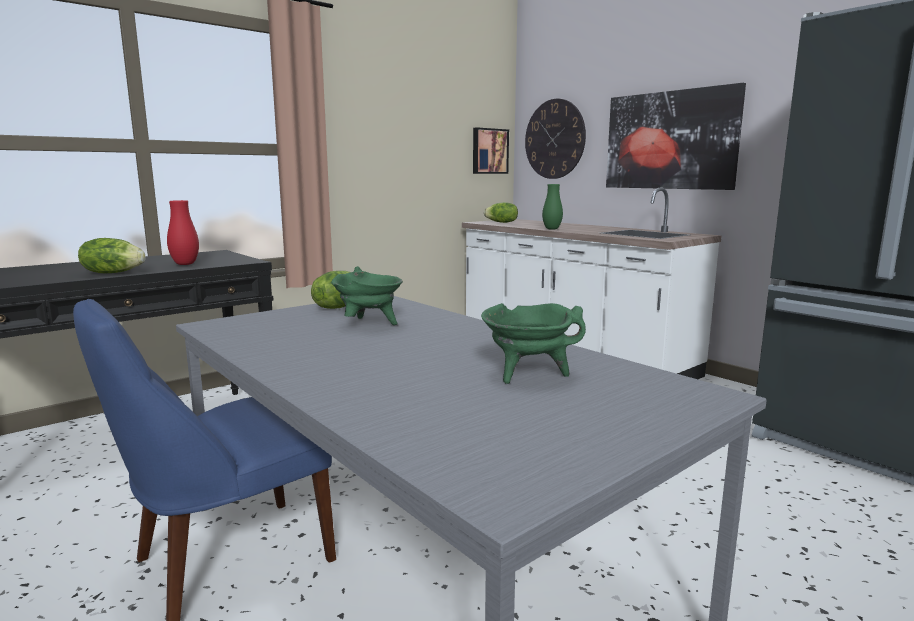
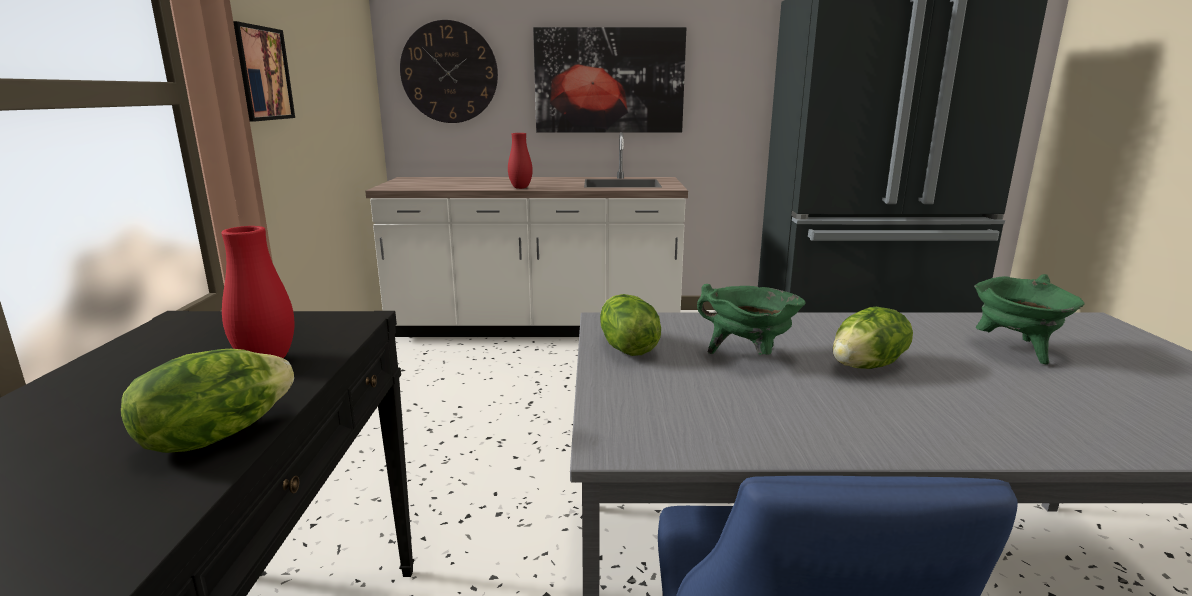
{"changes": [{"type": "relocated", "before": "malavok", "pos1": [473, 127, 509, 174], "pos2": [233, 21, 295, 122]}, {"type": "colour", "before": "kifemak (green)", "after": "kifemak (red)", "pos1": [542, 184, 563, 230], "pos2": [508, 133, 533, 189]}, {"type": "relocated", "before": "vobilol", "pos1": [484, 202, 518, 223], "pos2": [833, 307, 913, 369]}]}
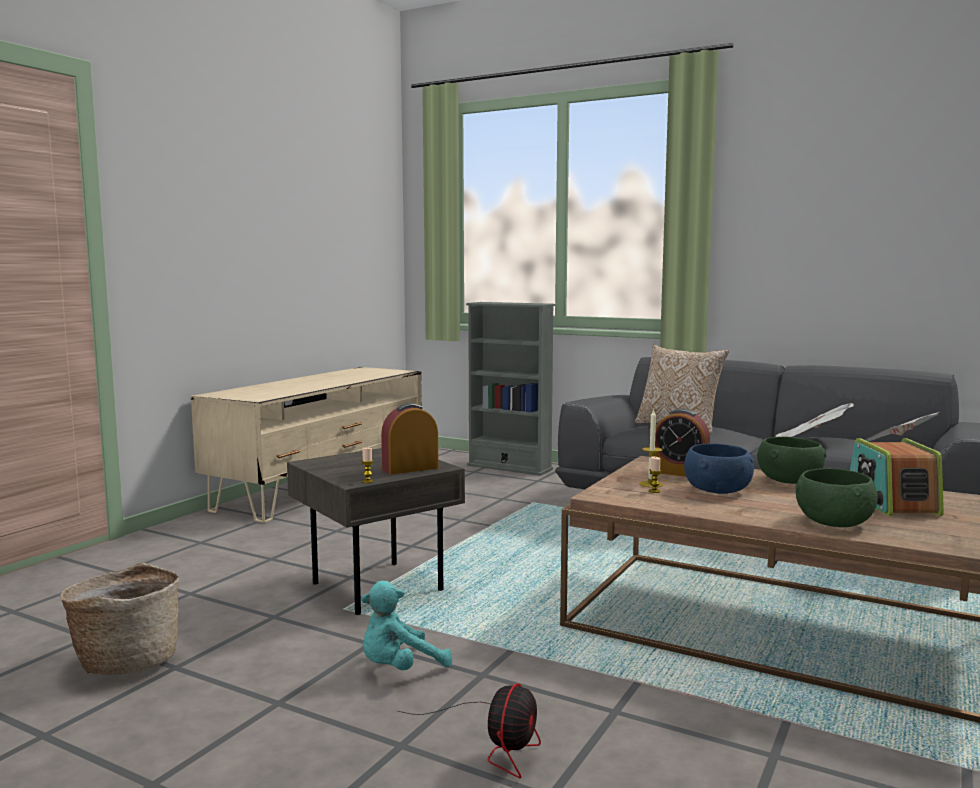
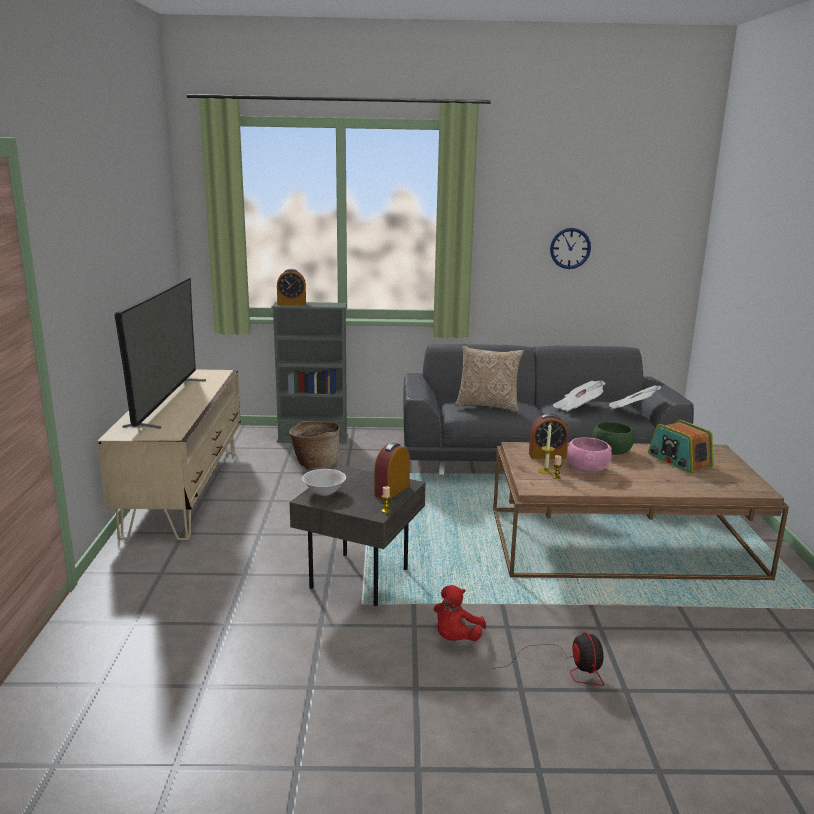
{"changes": [{"type": "appeared", "after": "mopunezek", "pos2": [115, 278, 206, 429]}, {"type": "appeared", "after": "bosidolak", "pos2": [277, 269, 306, 305]}, {"type": "relocated", "before": "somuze", "pos1": [60, 563, 180, 675], "pos2": [289, 421, 340, 470]}, {"type": "appeared", "after": "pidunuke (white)", "pos2": [302, 469, 346, 496]}, {"type": "colour", "before": "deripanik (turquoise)", "after": "deripanik (red)", "pos1": [361, 581, 452, 670], "pos2": [434, 585, 486, 641]}, {"type": "appeared", "after": "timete", "pos2": [550, 228, 591, 269]}, {"type": "colour", "before": "pidunuke (blue)", "after": "pidunuke (pink)", "pos1": [684, 444, 754, 494], "pos2": [567, 437, 612, 473]}, {"type": "missing", "before": "pidunuke (green)", "pos1": [795, 468, 878, 527]}]}
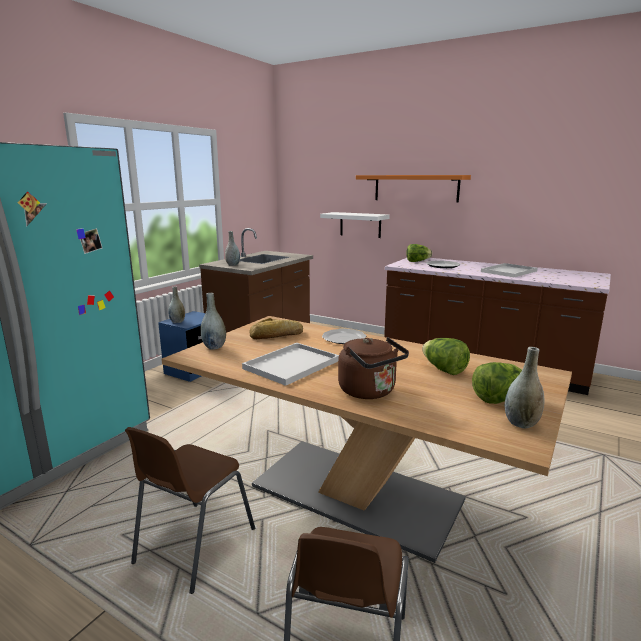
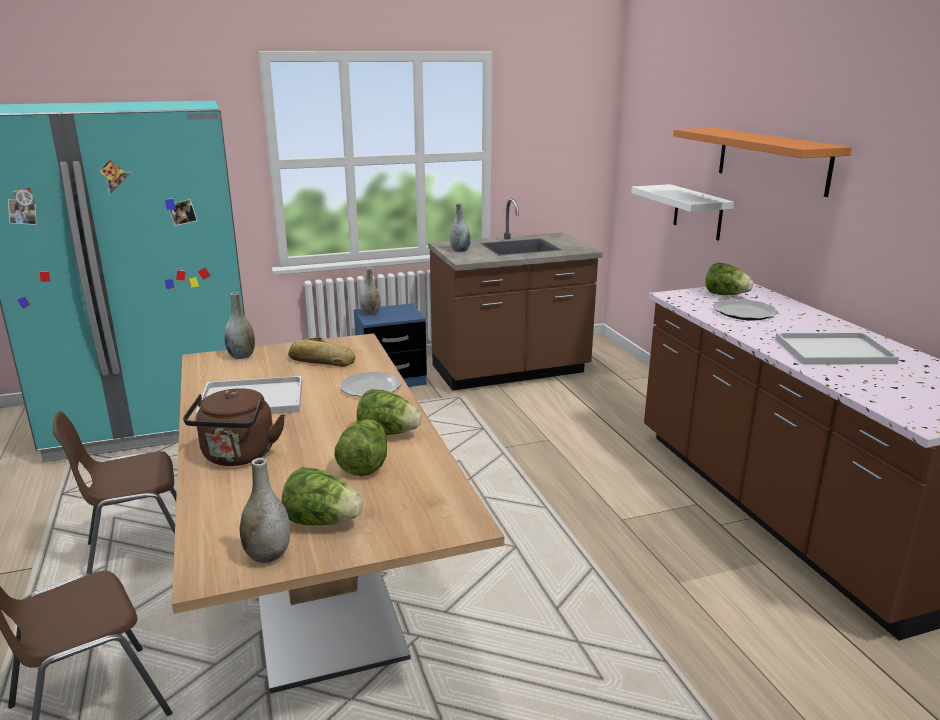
{"changes": [{"type": "appeared", "after": "vobilol", "pos2": [357, 389, 422, 435]}]}
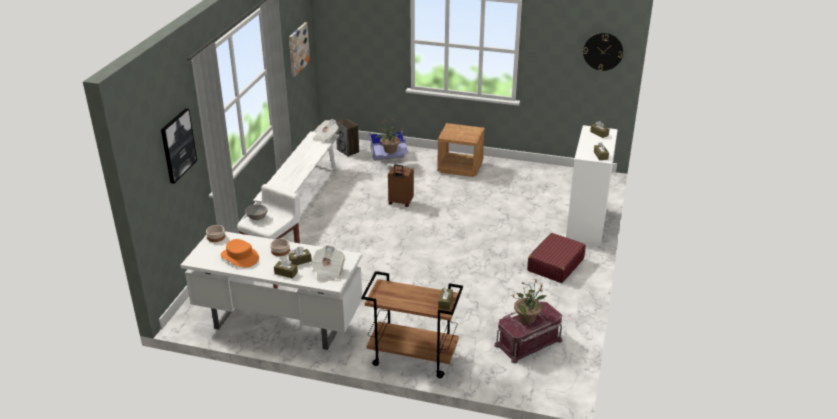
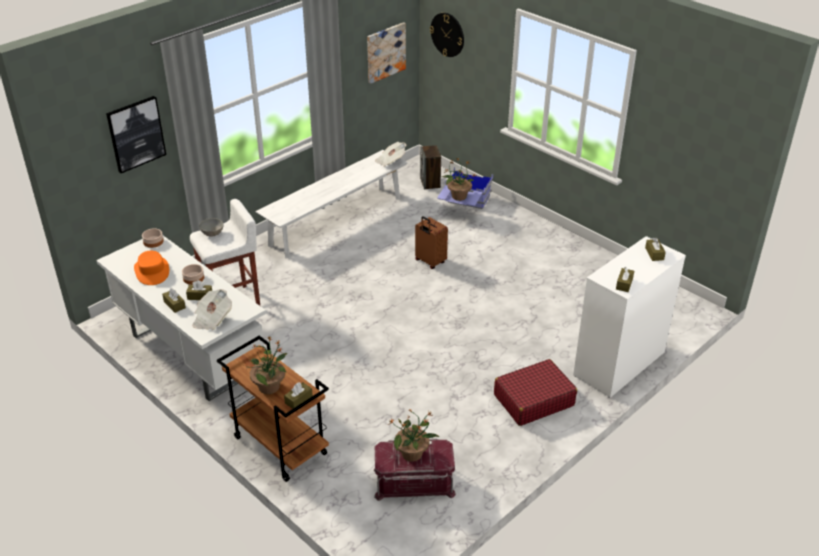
{"changes": [{"type": "appeared", "after": "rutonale", "pos2": [244, 336, 288, 394]}, {"type": "relocated", "before": "timete", "pos1": [583, 33, 623, 71], "pos2": [430, 13, 464, 57]}, {"type": "missing", "before": "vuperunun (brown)", "pos1": [437, 123, 485, 177]}]}
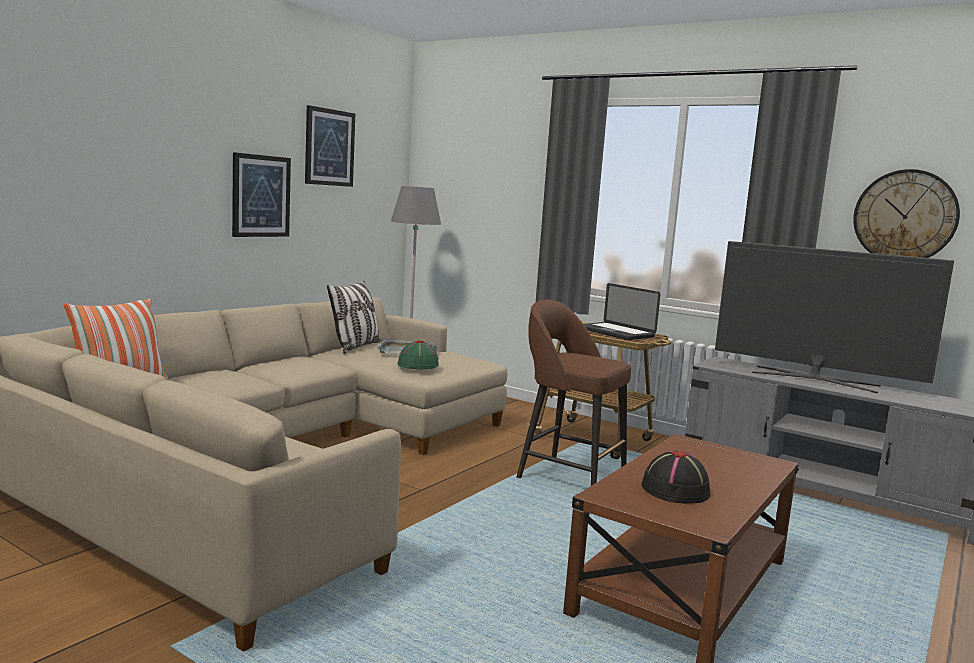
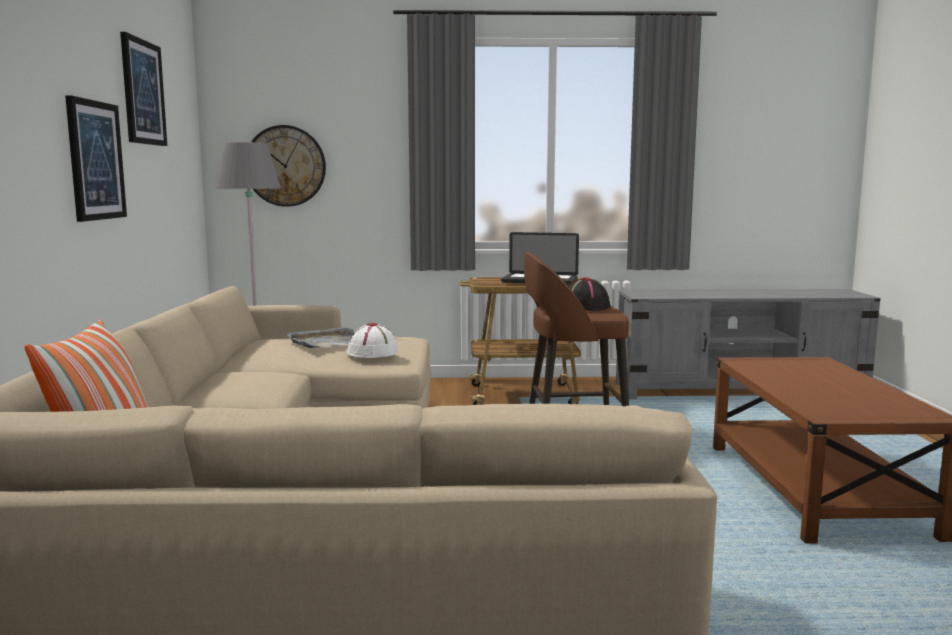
{"changes": [{"type": "relocated", "before": "timete", "pos1": [853, 169, 960, 258], "pos2": [251, 125, 326, 207]}, {"type": "colour", "before": "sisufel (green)", "after": "sisufel (white)", "pos1": [397, 341, 439, 369], "pos2": [347, 323, 398, 358]}, {"type": "relocated", "before": "sisufel (black)", "pos1": [641, 451, 711, 504], "pos2": [569, 278, 611, 311]}, {"type": "missing", "before": "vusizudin", "pos1": [327, 281, 381, 354]}, {"type": "missing", "before": "mopunezek", "pos1": [715, 241, 954, 393]}]}
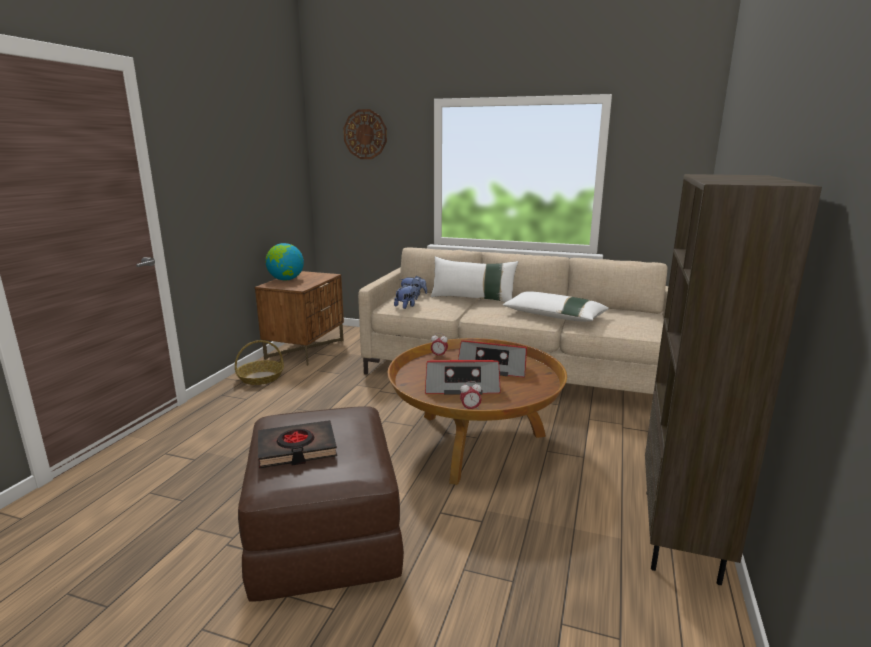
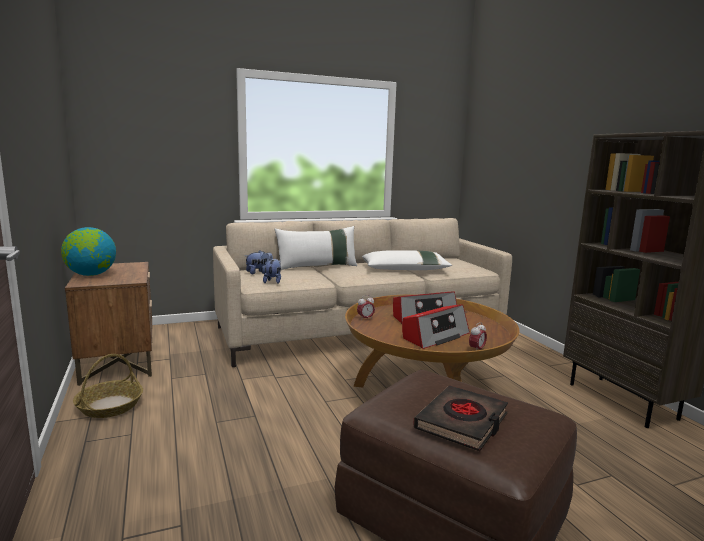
{"changes": [{"type": "missing", "before": "timete", "pos1": [343, 109, 387, 159]}]}
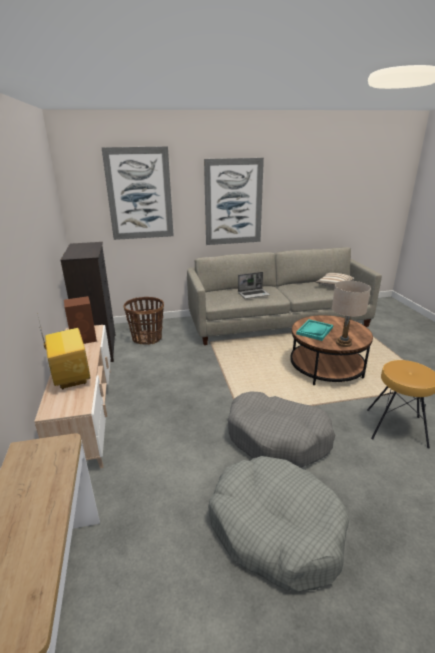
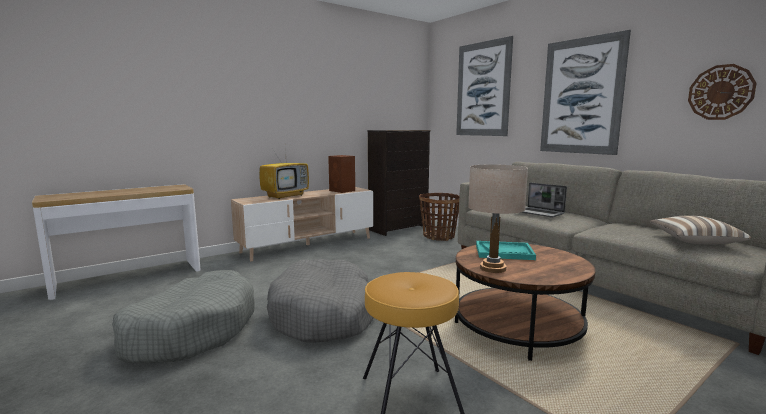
{"changes": [{"type": "appeared", "after": "timete", "pos2": [688, 64, 757, 120]}]}
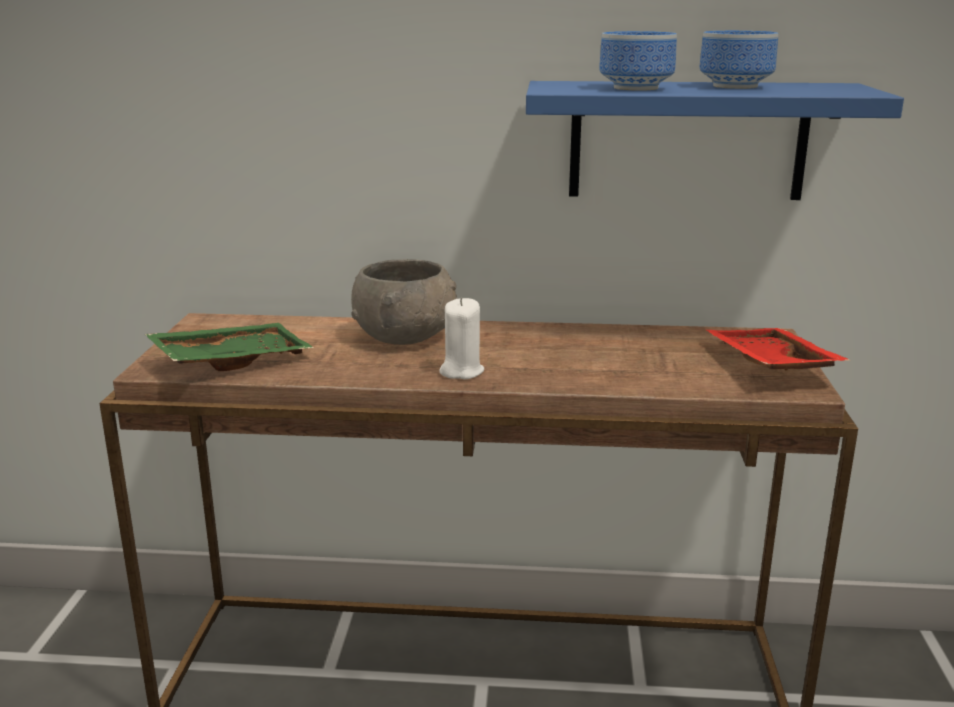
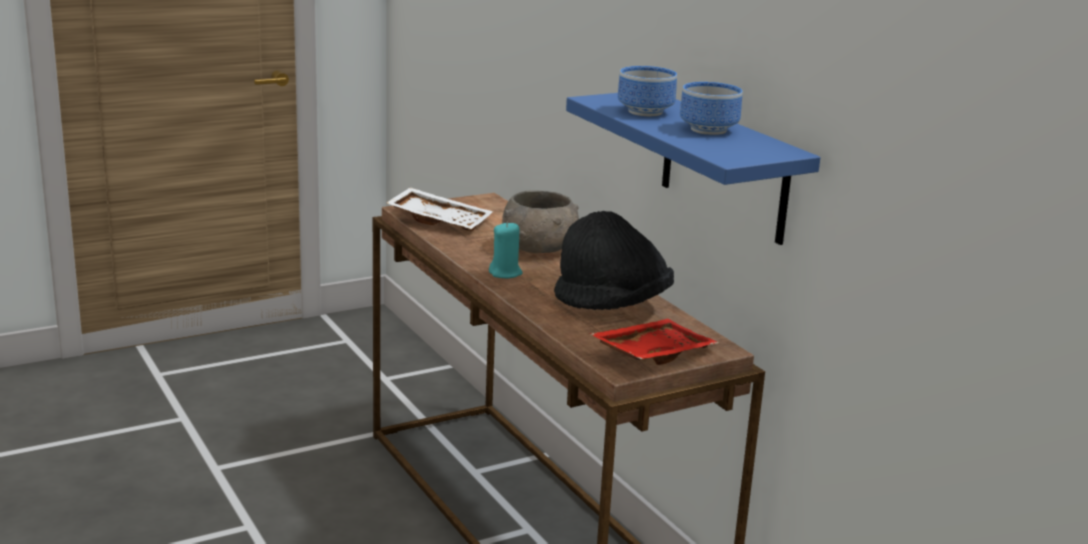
{"changes": [{"type": "colour", "before": "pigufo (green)", "after": "pigufo (white)", "pos1": [145, 323, 314, 371], "pos2": [387, 187, 493, 231]}, {"type": "colour", "before": "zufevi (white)", "after": "zufevi (turquoise)", "pos1": [439, 298, 484, 379], "pos2": [489, 222, 523, 278]}, {"type": "appeared", "after": "sisufel (black)", "pos2": [554, 211, 674, 310]}]}
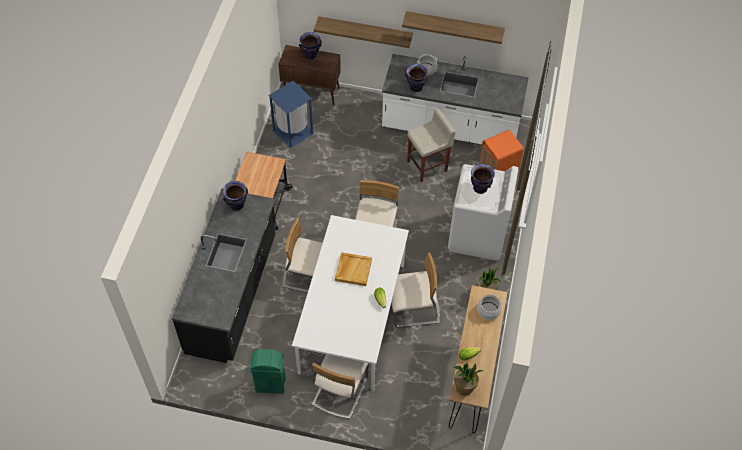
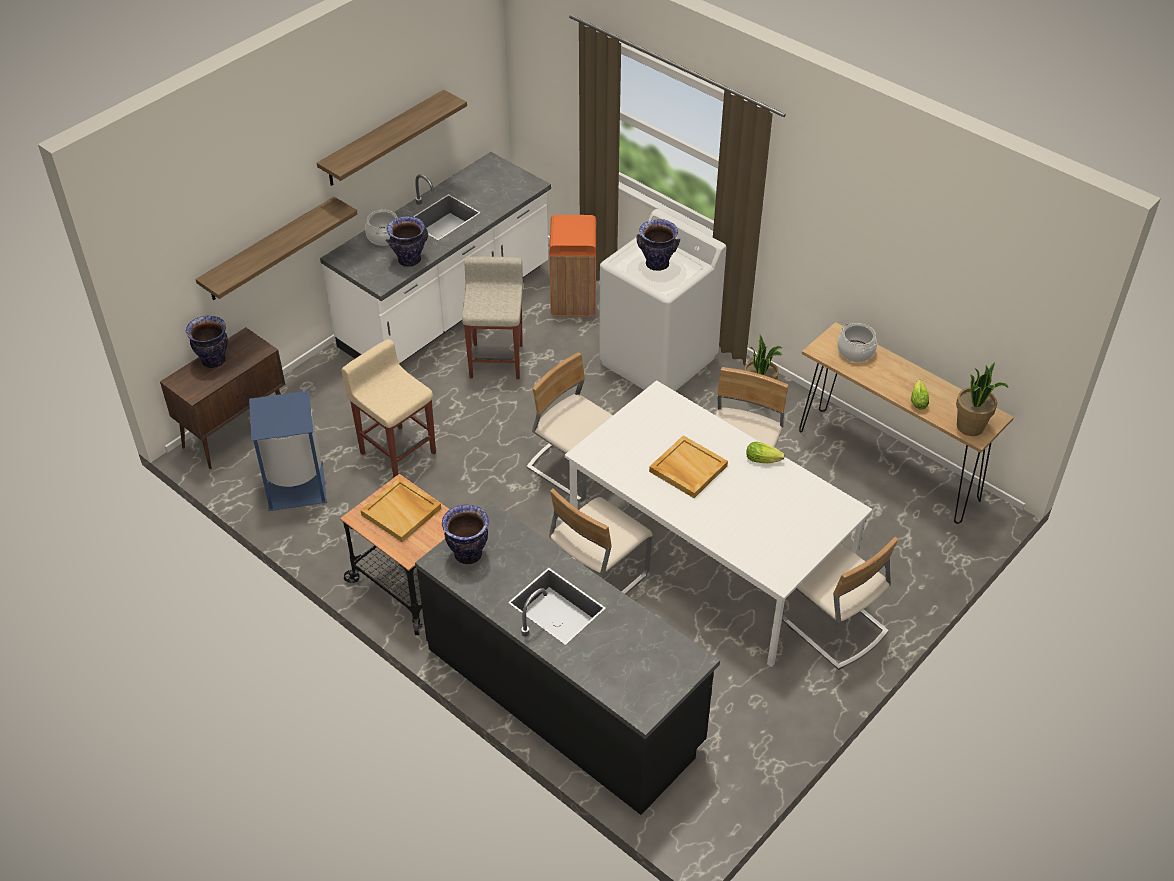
{"changes": [{"type": "appeared", "after": "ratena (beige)", "pos2": [341, 339, 436, 477]}, {"type": "appeared", "after": "pigufo (beige)", "pos2": [360, 478, 441, 542]}, {"type": "missing", "before": "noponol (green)", "pos1": [250, 349, 286, 394]}]}
